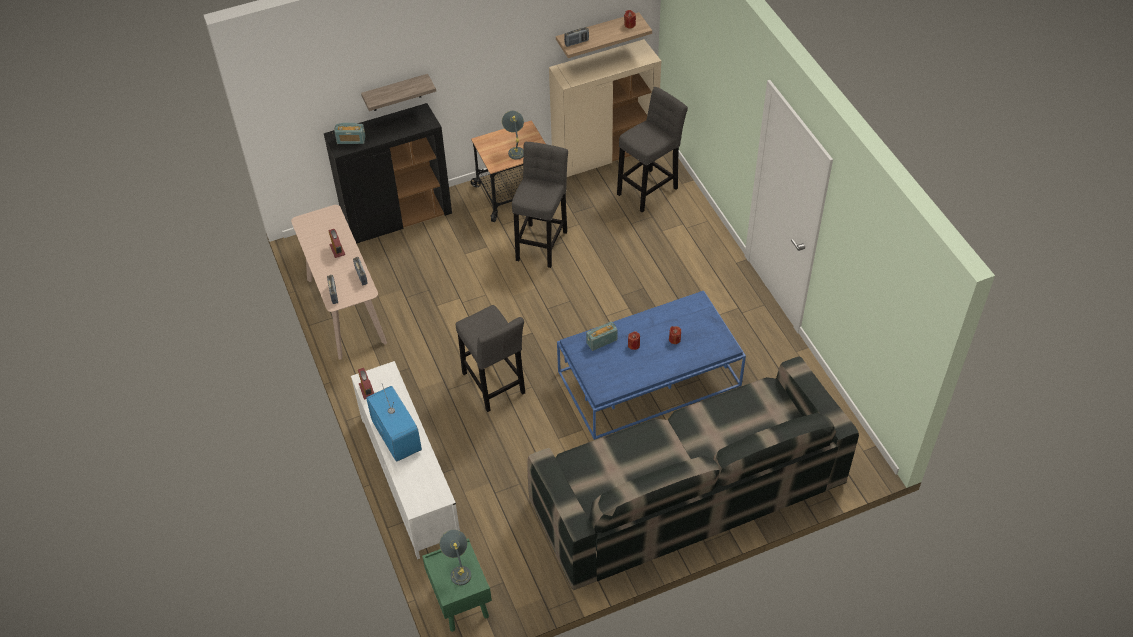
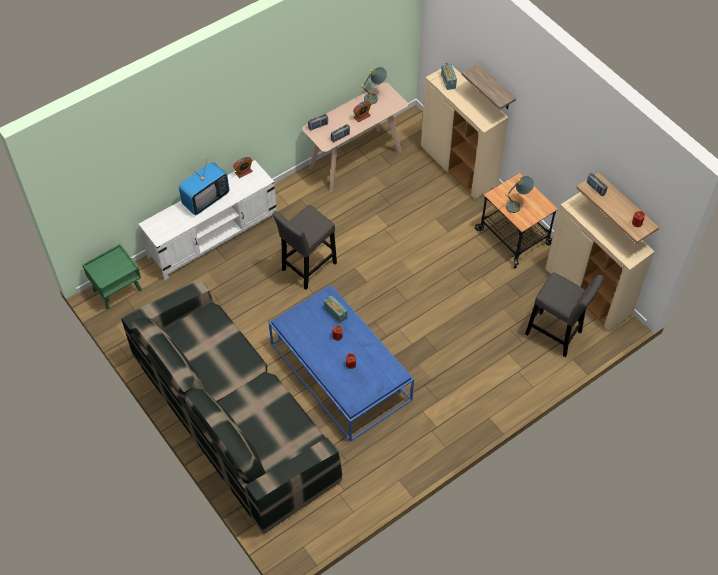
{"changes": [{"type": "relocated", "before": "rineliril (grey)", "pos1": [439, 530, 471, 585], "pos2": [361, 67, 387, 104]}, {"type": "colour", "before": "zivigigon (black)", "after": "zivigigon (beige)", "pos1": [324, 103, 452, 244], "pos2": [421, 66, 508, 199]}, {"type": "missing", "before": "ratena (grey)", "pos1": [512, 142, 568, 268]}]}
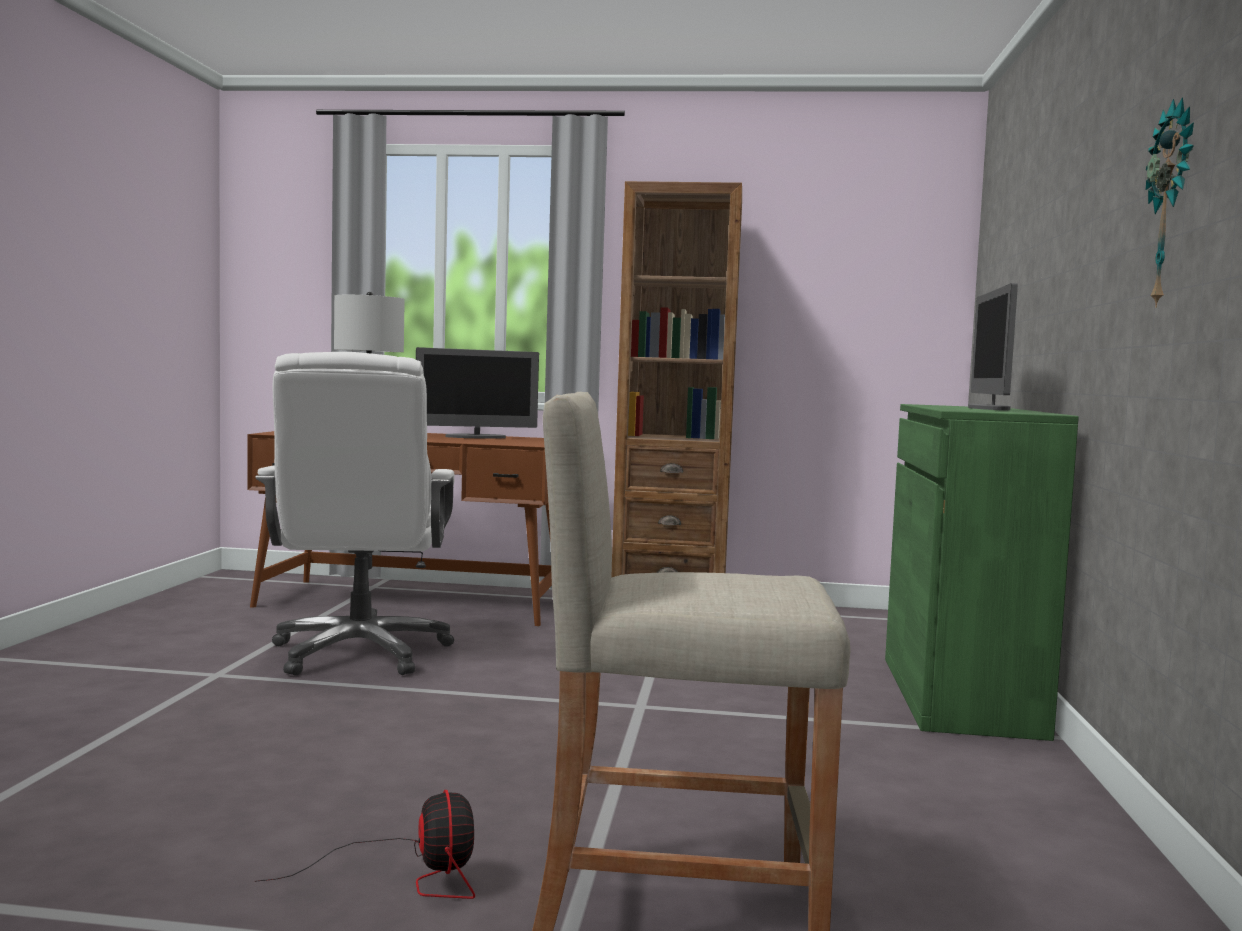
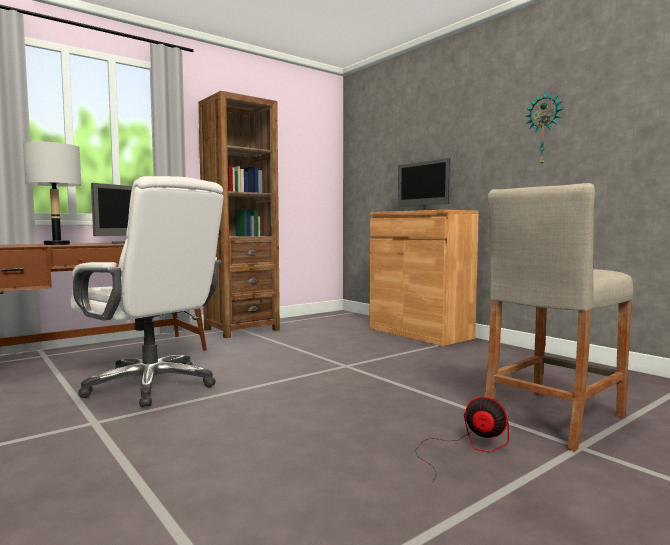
{"changes": [{"type": "colour", "before": "zivigigon (green)", "after": "zivigigon (brown)", "pos1": [885, 404, 1079, 741], "pos2": [369, 210, 479, 346]}]}
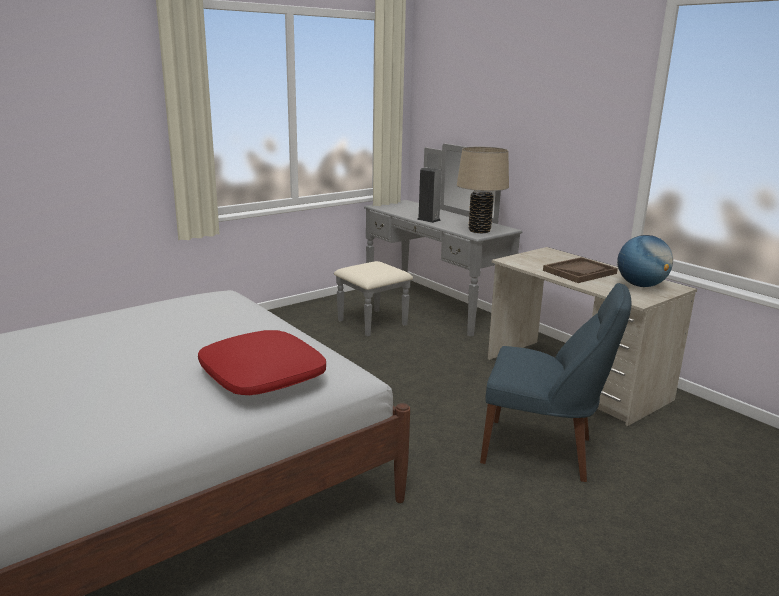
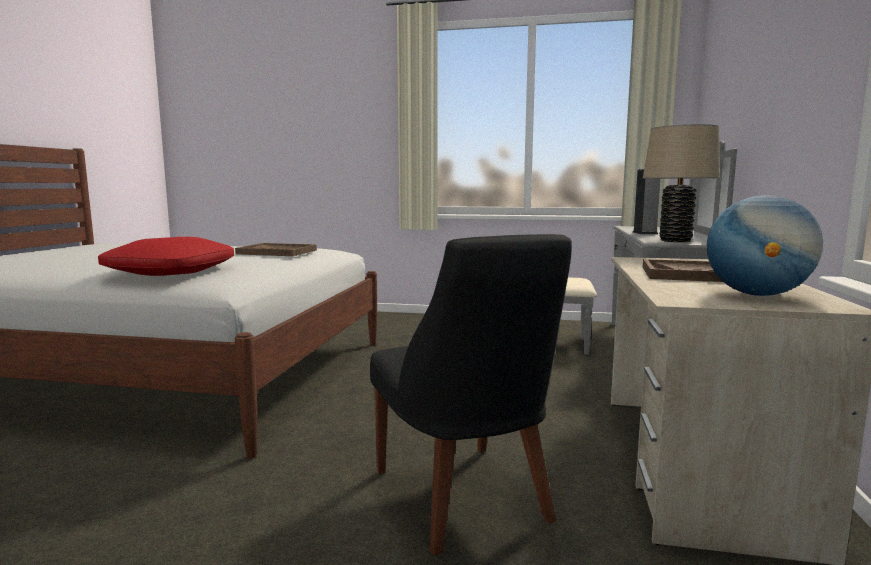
{"changes": [{"type": "appeared", "after": "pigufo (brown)", "pos2": [235, 243, 317, 256]}, {"type": "colour", "before": "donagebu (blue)", "after": "donagebu (black)", "pos1": [480, 283, 631, 482], "pos2": [370, 234, 572, 555]}]}
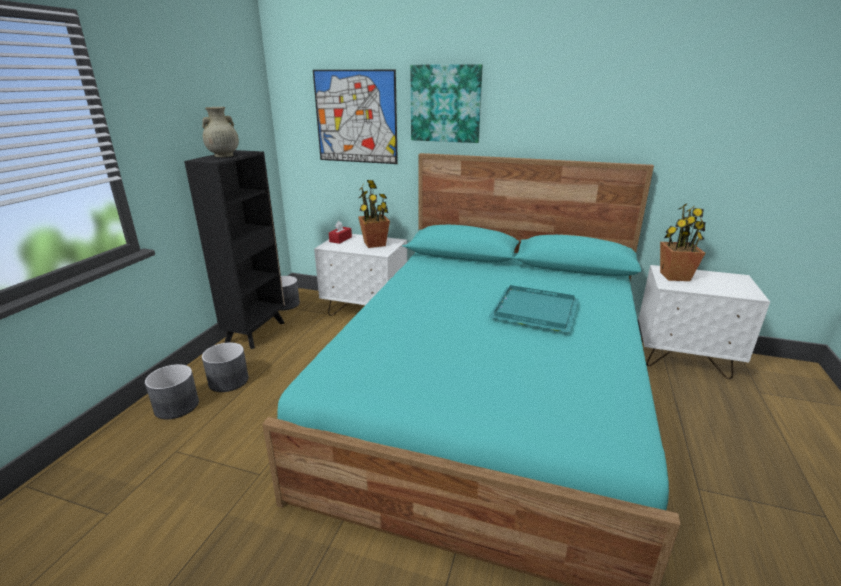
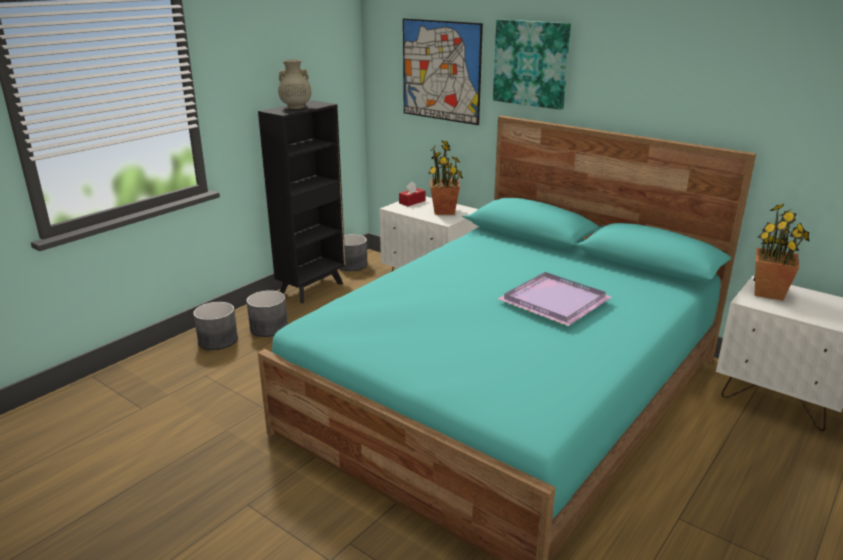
{"changes": [{"type": "colour", "before": "pigufo (turquoise)", "after": "pigufo (purple)", "pos1": [489, 285, 579, 333], "pos2": [498, 272, 612, 326]}]}
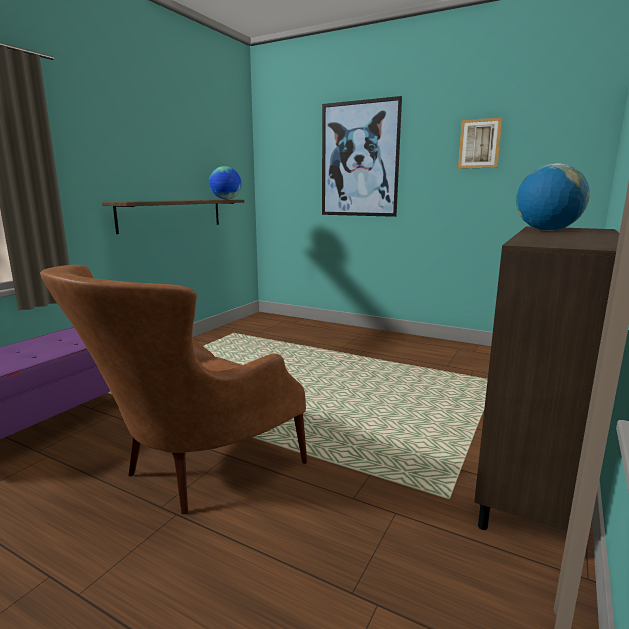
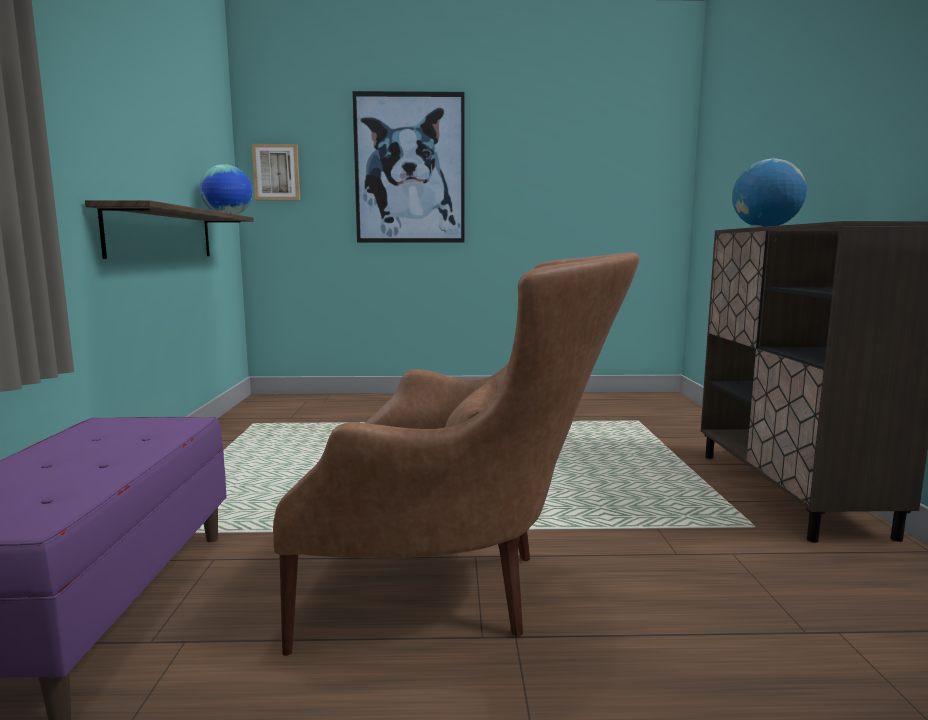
{"changes": [{"type": "relocated", "before": "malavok", "pos1": [458, 117, 502, 169], "pos2": [252, 144, 300, 200]}, {"type": "spun", "before": "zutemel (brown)", "pos1": [40, 265, 307, 514], "pos2": [273, 252, 640, 656], "turn": -90}]}
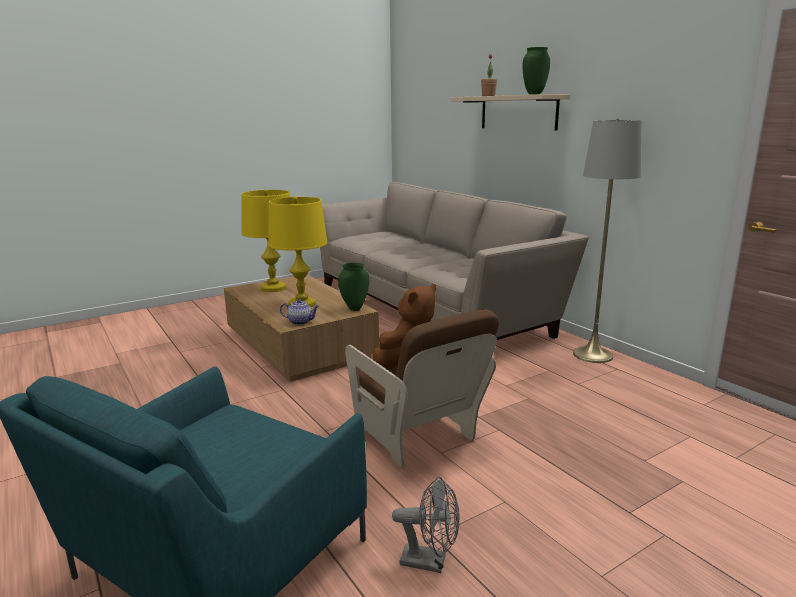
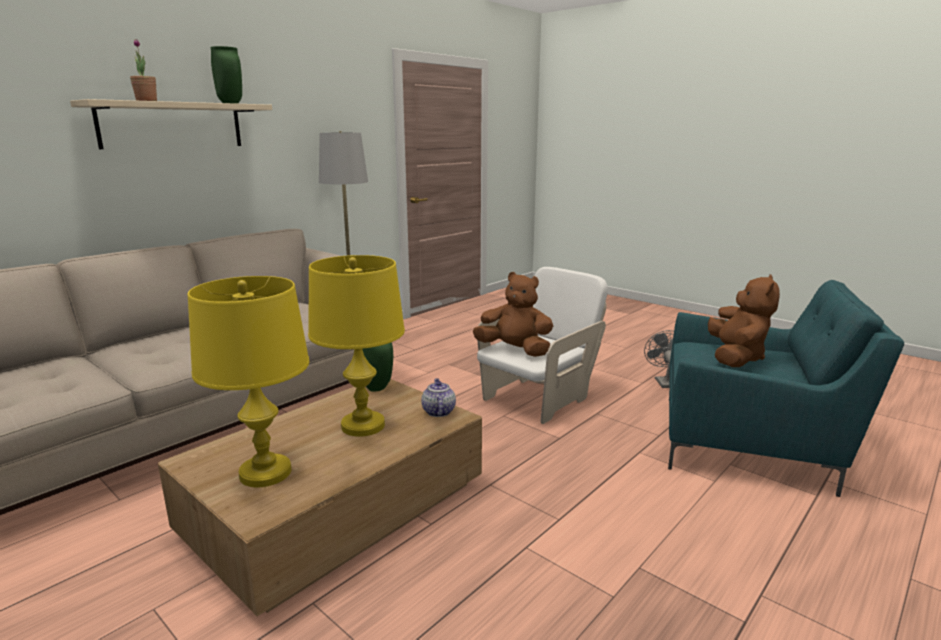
{"changes": [{"type": "colour", "before": "zutemel (brown)", "after": "zutemel (white)", "pos1": [345, 309, 499, 467], "pos2": [477, 267, 608, 424]}, {"type": "appeared", "after": "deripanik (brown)", "pos2": [708, 274, 780, 367]}]}
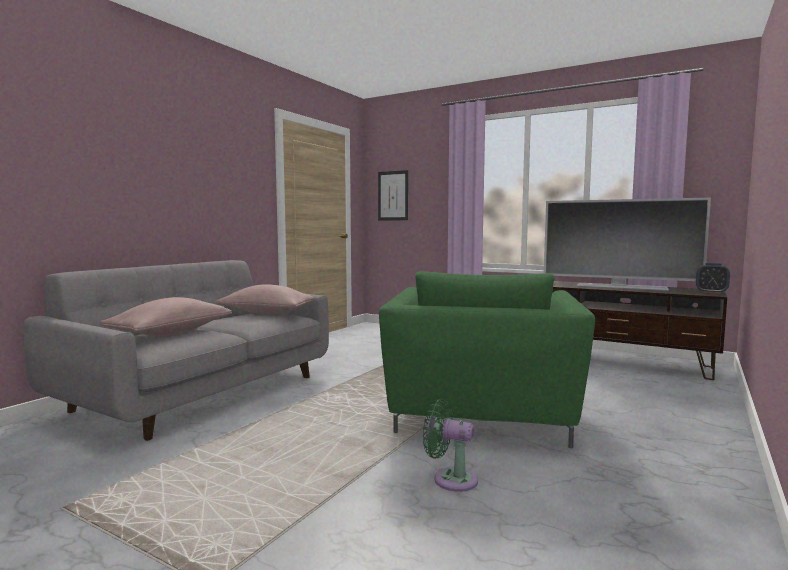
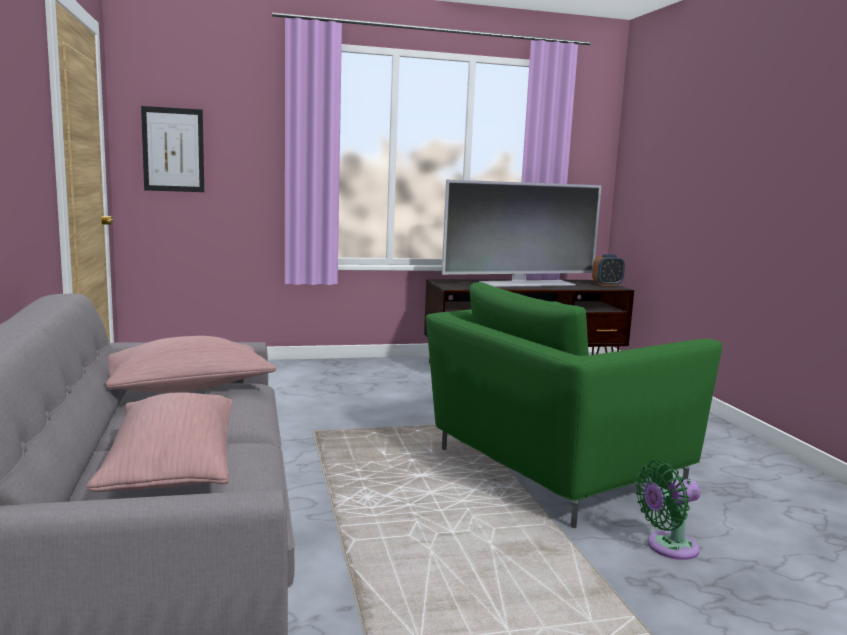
{"changes": [{"type": "spun", "before": "zutemel (green)", "pos1": [379, 271, 595, 448], "pos2": [426, 282, 722, 528], "turn": 90}]}
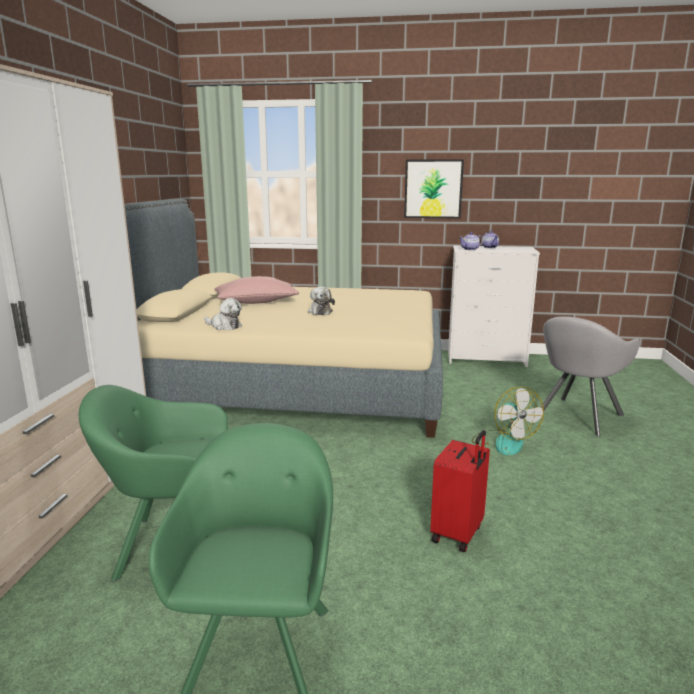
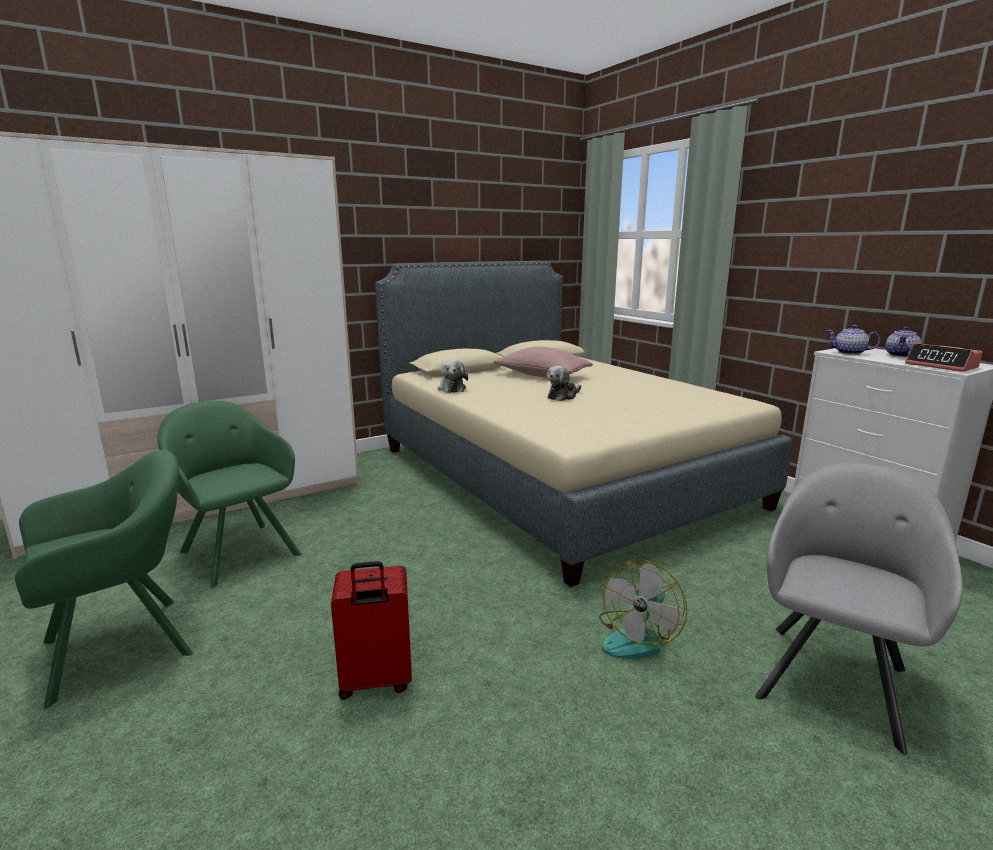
{"changes": [{"type": "spun", "before": "zutemel (grey)", "pos1": [541, 316, 640, 437], "pos2": [755, 463, 963, 755], "turn": 120}, {"type": "appeared", "after": "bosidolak", "pos2": [905, 343, 982, 372]}, {"type": "missing", "before": "malavok", "pos1": [404, 159, 464, 219]}]}
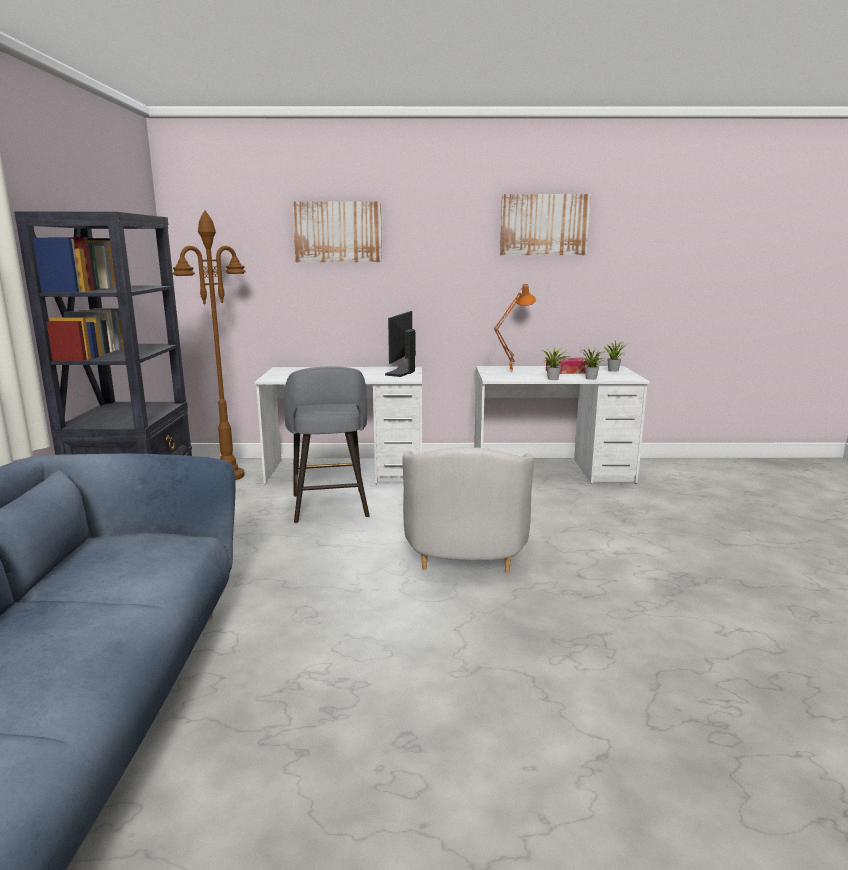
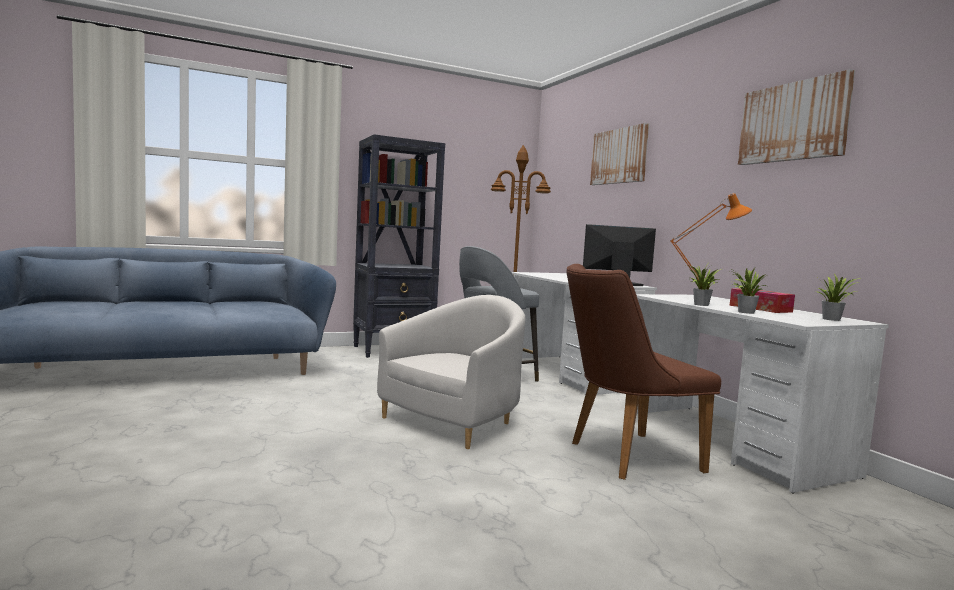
{"changes": [{"type": "spun", "before": "zutemel (white)", "pos1": [402, 447, 534, 573], "pos2": [377, 295, 526, 449], "turn": 150}, {"type": "appeared", "after": "donagebu (brown)", "pos2": [566, 264, 721, 480]}]}
